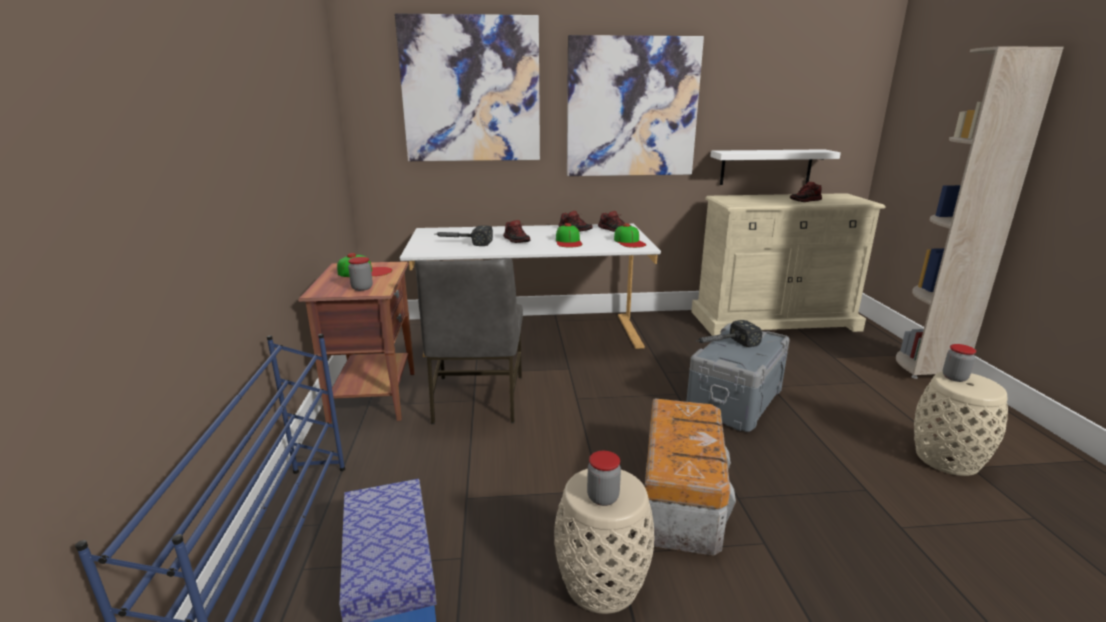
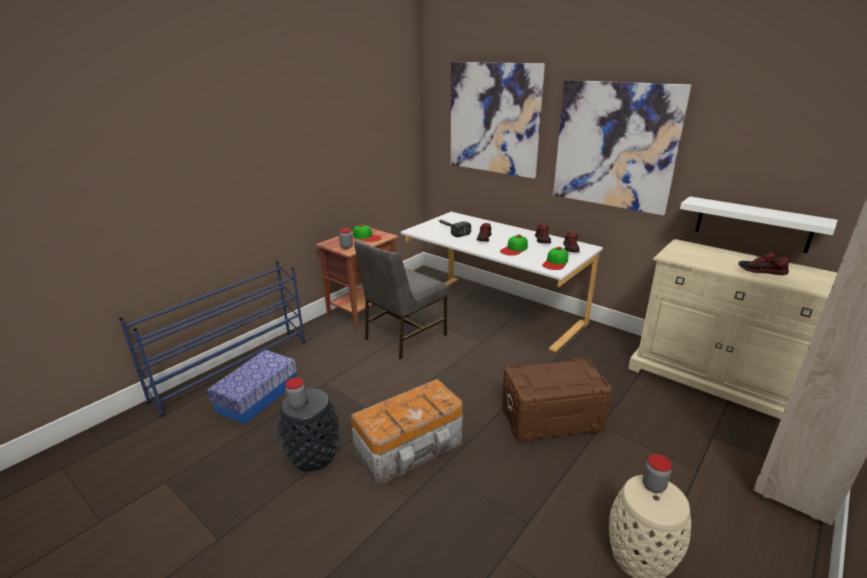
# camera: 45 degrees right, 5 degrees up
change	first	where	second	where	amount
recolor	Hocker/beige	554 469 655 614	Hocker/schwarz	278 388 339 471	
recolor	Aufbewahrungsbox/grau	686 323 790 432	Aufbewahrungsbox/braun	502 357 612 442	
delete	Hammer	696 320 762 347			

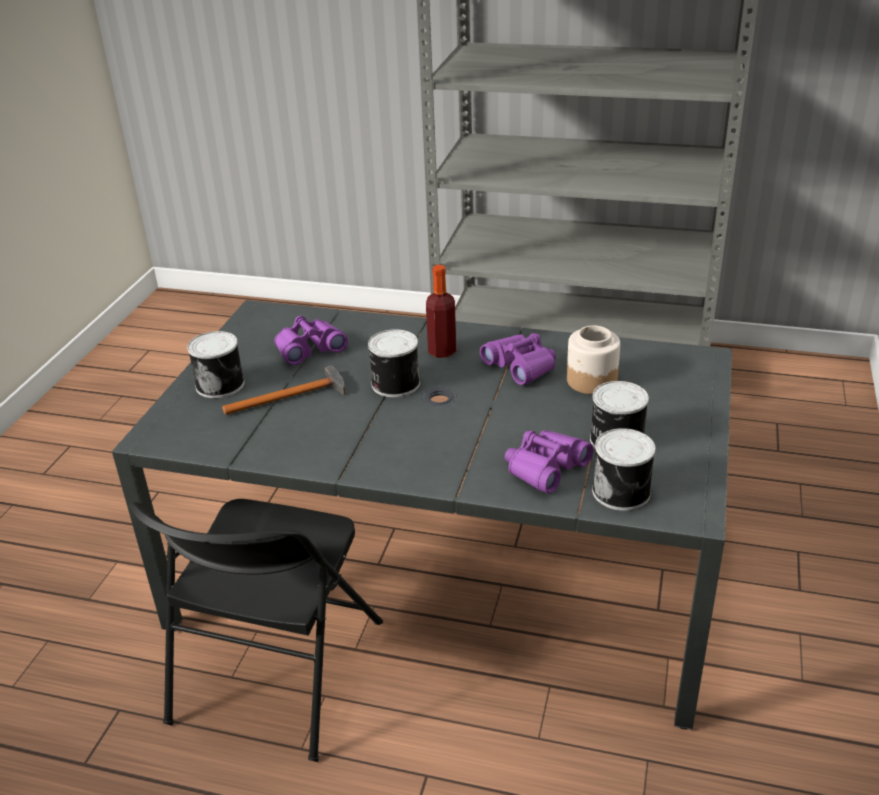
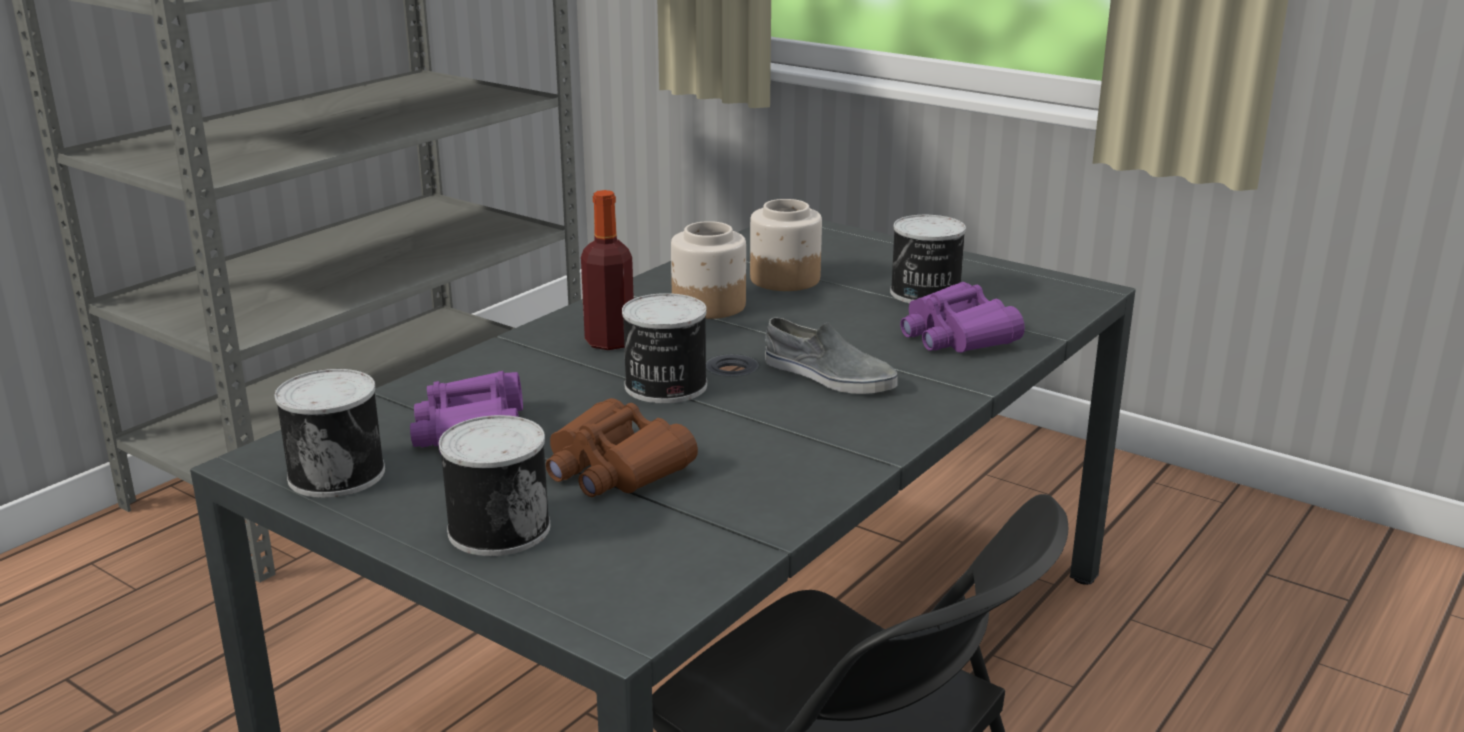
# camera: 70 degrees left, 10 degrees down
change	first	where	second	where	amount
move	Dose	592 428 656 511		275 369 385 498	
replace	Hammer	222 366 345 415	Fernglas/braun	546 398 698 497	
replace	Fernglas/lila	480 333 556 385	Vorratsglas	671 221 746 319	
insert			Schuh/grau	765 317 898 394	

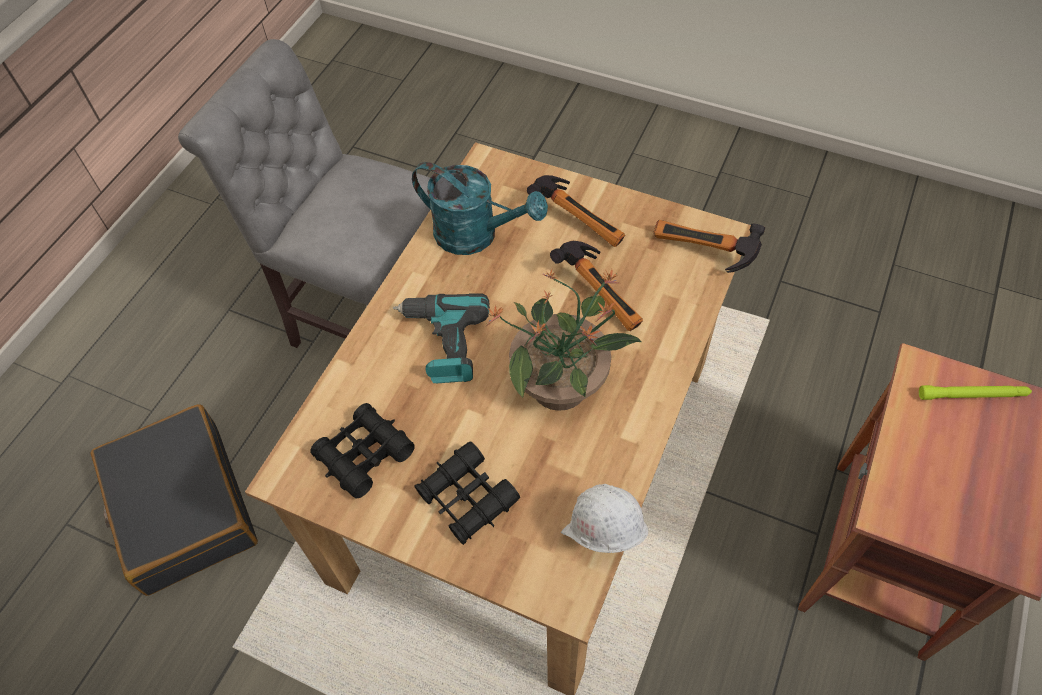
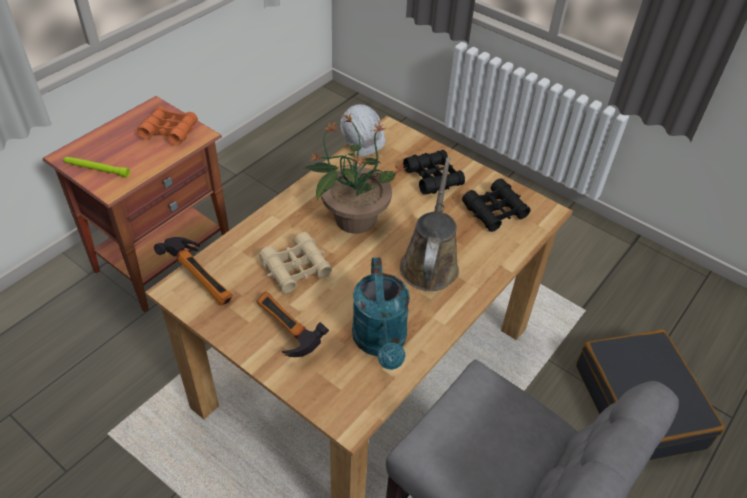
# camera: 170 degrees left, 10 degrees down
change	first	where	second	where	amount
insert			Fernglas/orange	137 106 198 146	
replace	Hammer	550 241 643 331	Fernglas/beige	259 232 332 293	
rotate	Gießkanne/türkis	412 162 548 255		352 257 410 370	135 degrees counterclockwise
replace	Bohrmaschine	393 293 490 383	Gießkanne/braun	400 157 459 291	

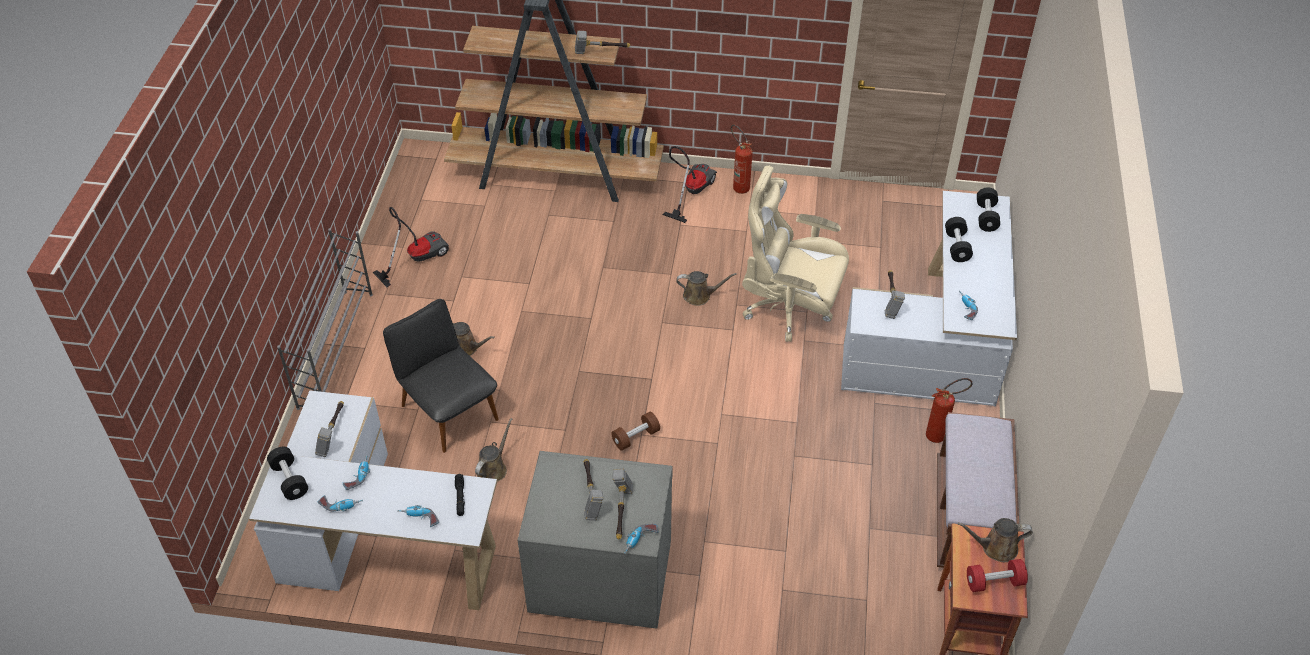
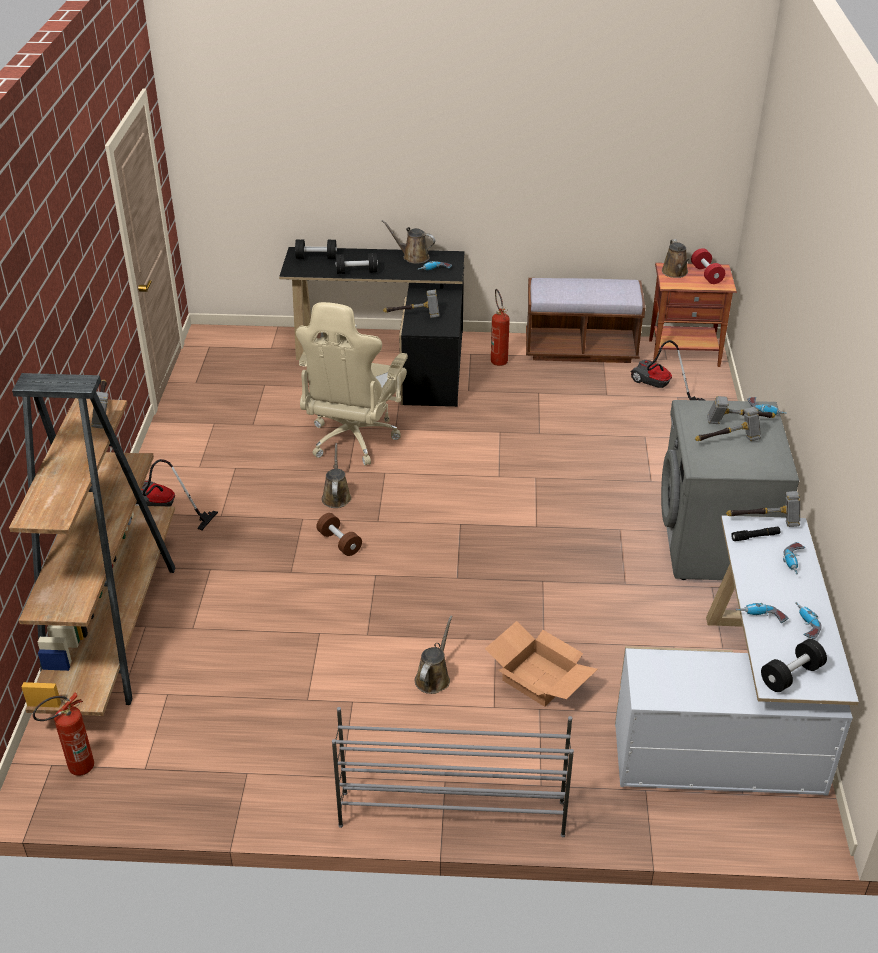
# camera: 95 degrees left, 10 degrees down
change	first	where	second	where	amount
move	Feuerlöscher	731 124 753 194		33 693 94 776	
recolor	Schreibtisch/weiß	841 191 1017 407	Schreibtisch/schwarz	279 247 465 407	
move	Hantel/braun	611 412 660 451		316 513 362 556	
move	Gießkanne/braun	475 418 513 482		382 220 435 264	
replace	Stuhl/schwarz	383 299 499 453	Karton	485 621 597 707	
move	Staubsauger	373 207 449 287		631 340 705 400	
move	Hammer	315 401 344 457		726 491 800 527	

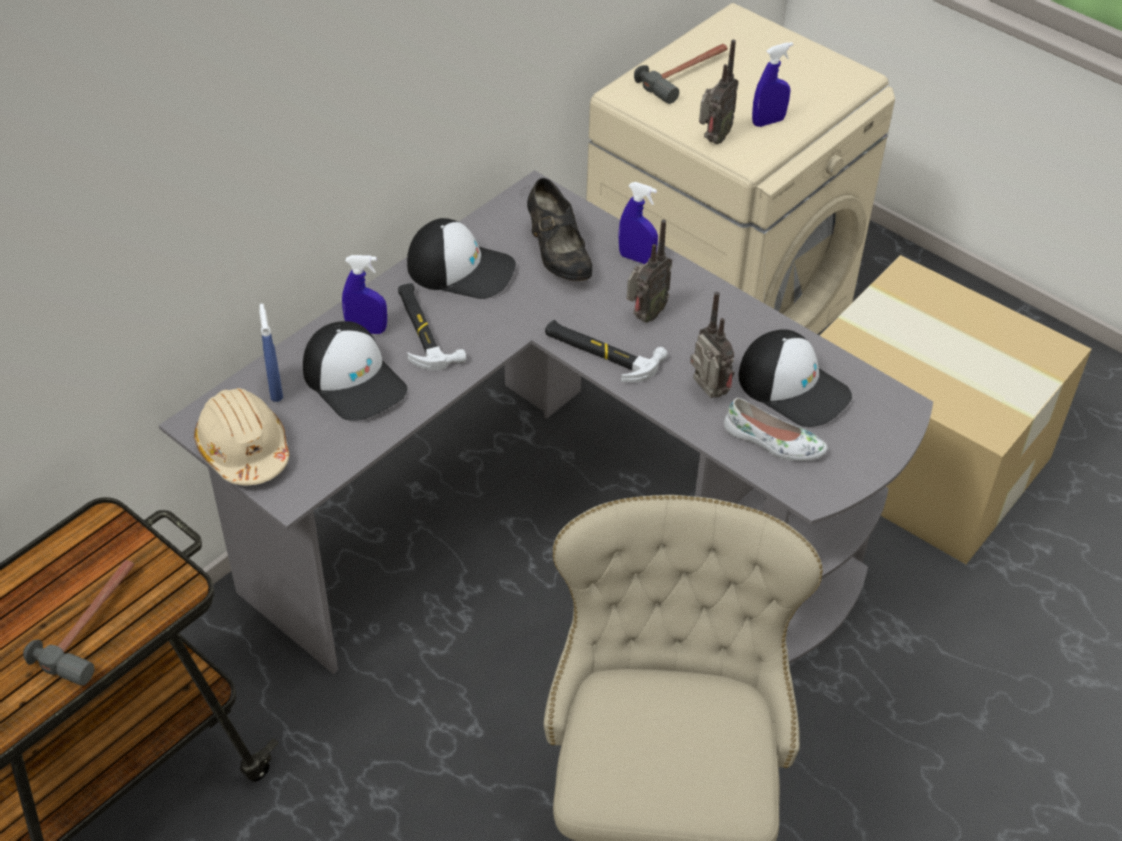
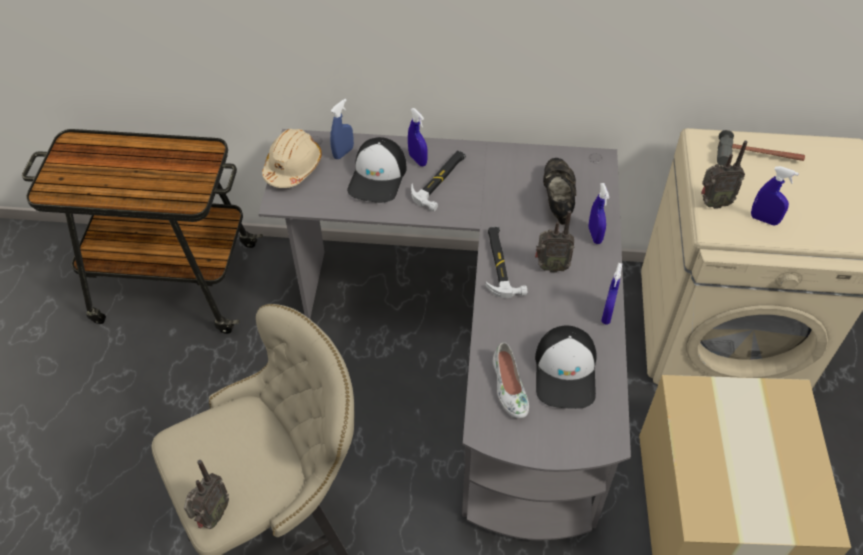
# camera: 55 degrees right, 5 degrees up
change	first	where	second	where	amount
move	Radio	690 292 734 398		184 460 229 529	
rotate	Schuh/schwarz	527 178 592 281		543 158 576 225	150 degrees clockwise
insert			Sprühflasche/blau	601 263 622 325	
delete	Hammer	23 560 134 686			
delete	Kappe	407 218 516 299			

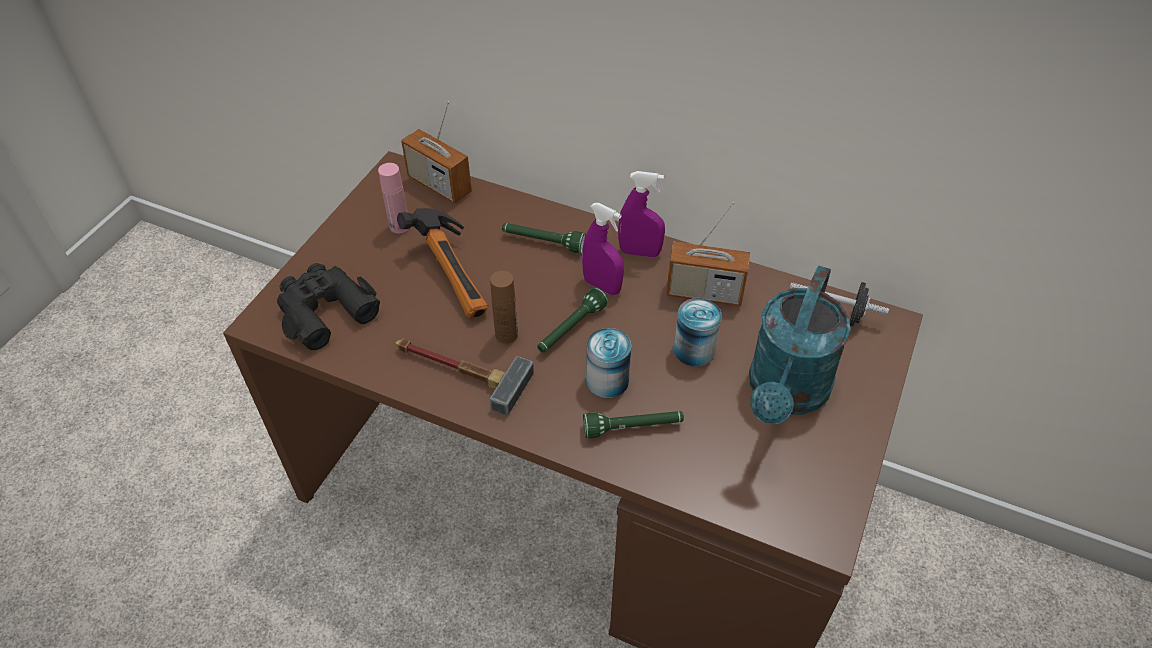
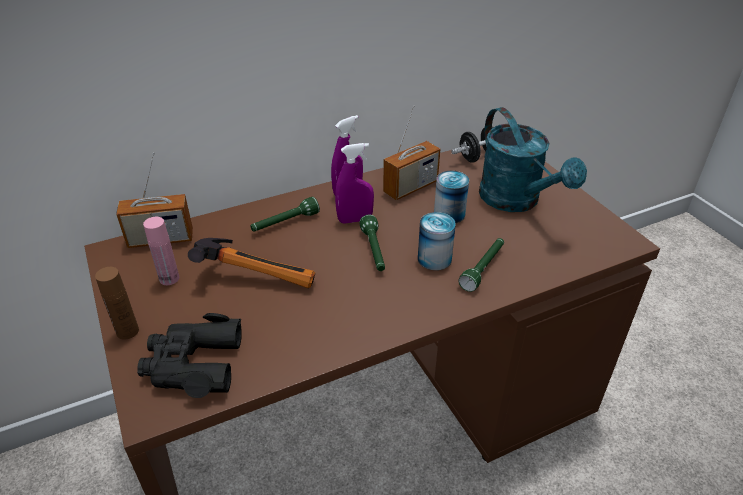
# camera: 50 degrees left, 10 degrees down
change	first	where	second	where	amount
move	Flasche/braun	490 271 518 344		95 267 139 340	
delete	Hammer	396 339 534 416			

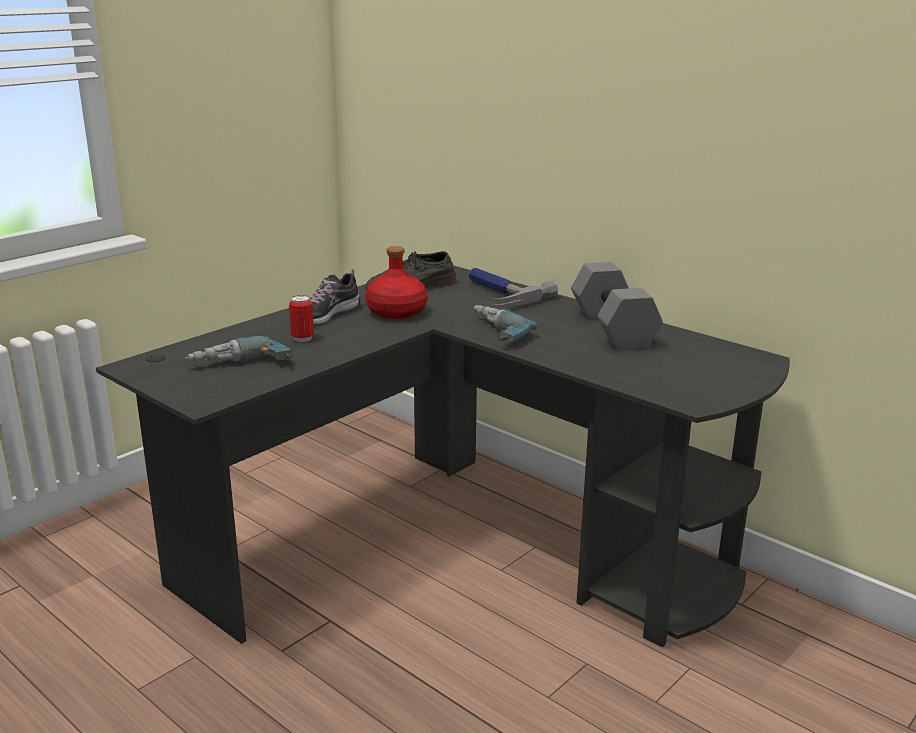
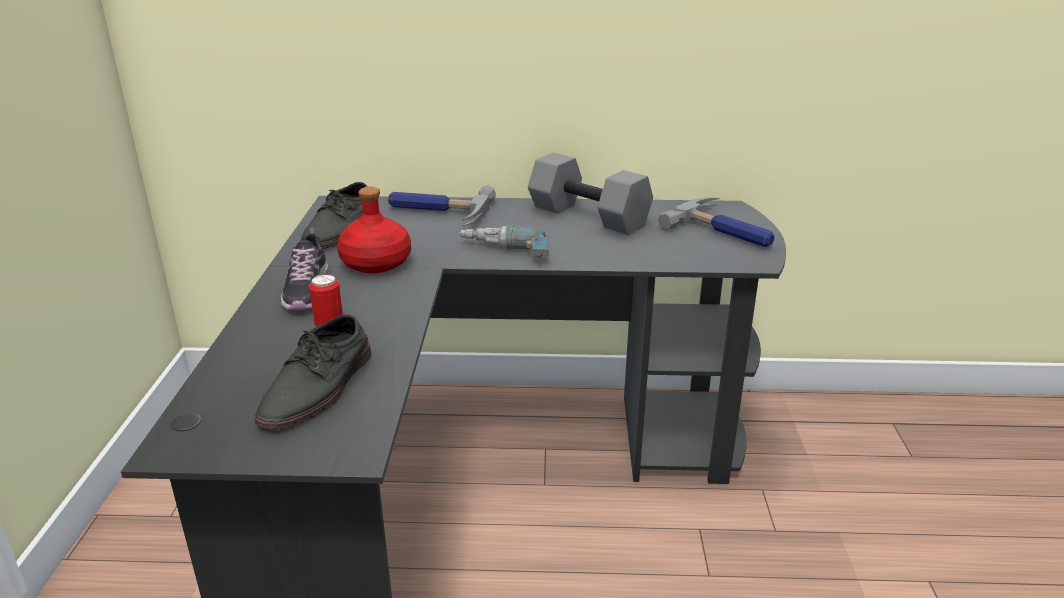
# camera: 40 degrees left, 5 degrees up
change	first	where	second	where	amount
replace	Bohrmaschine	185 336 293 362	Schuh/grau	254 314 371 429	
insert			Hammer	658 197 775 247	

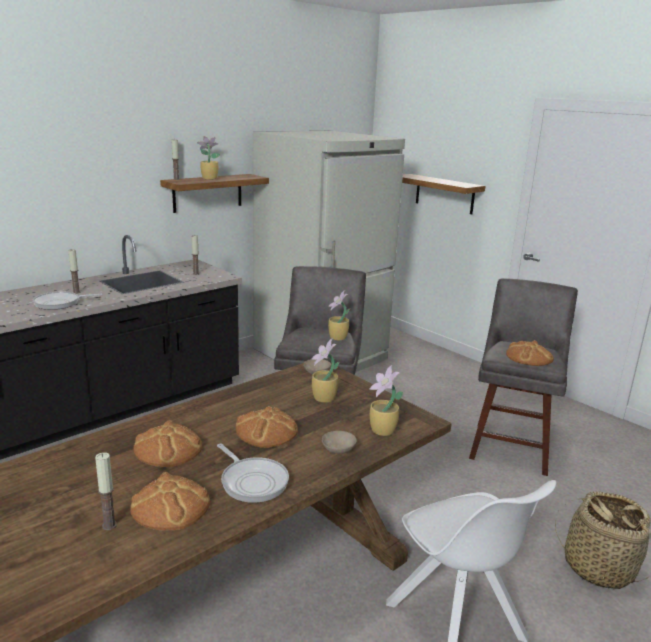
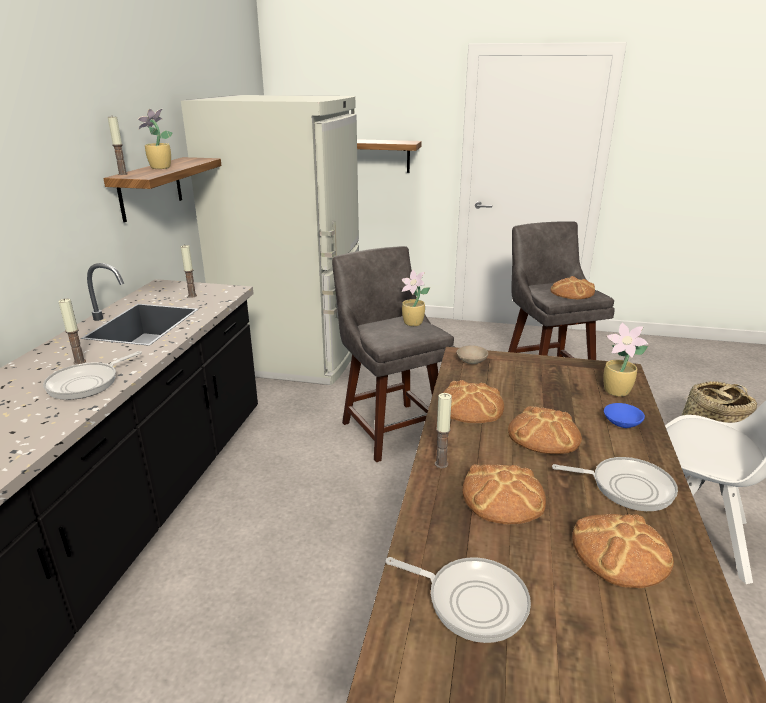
# camera: 35 degrees left, 5 degrees up
change	first	where	second	where	amount
insert			Pfanne	386 557 531 643	
move	Kerze	95 452 117 530		435 393 452 468	
insert			Brot	443 380 504 423	
recolor	Schüssel/beige	322 431 357 454	Schüssel/blau	604 403 645 428	
delete	Topfpflanze	311 338 339 403			

